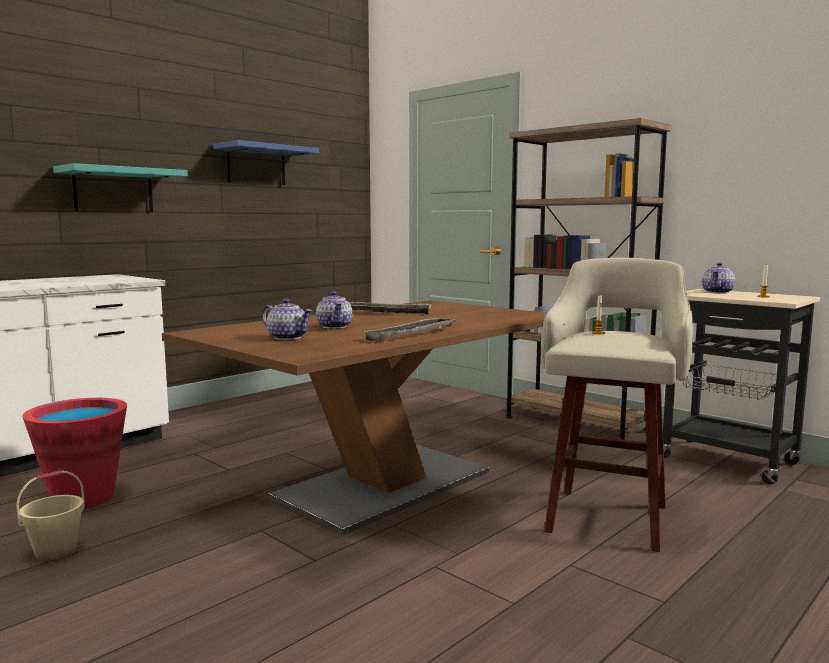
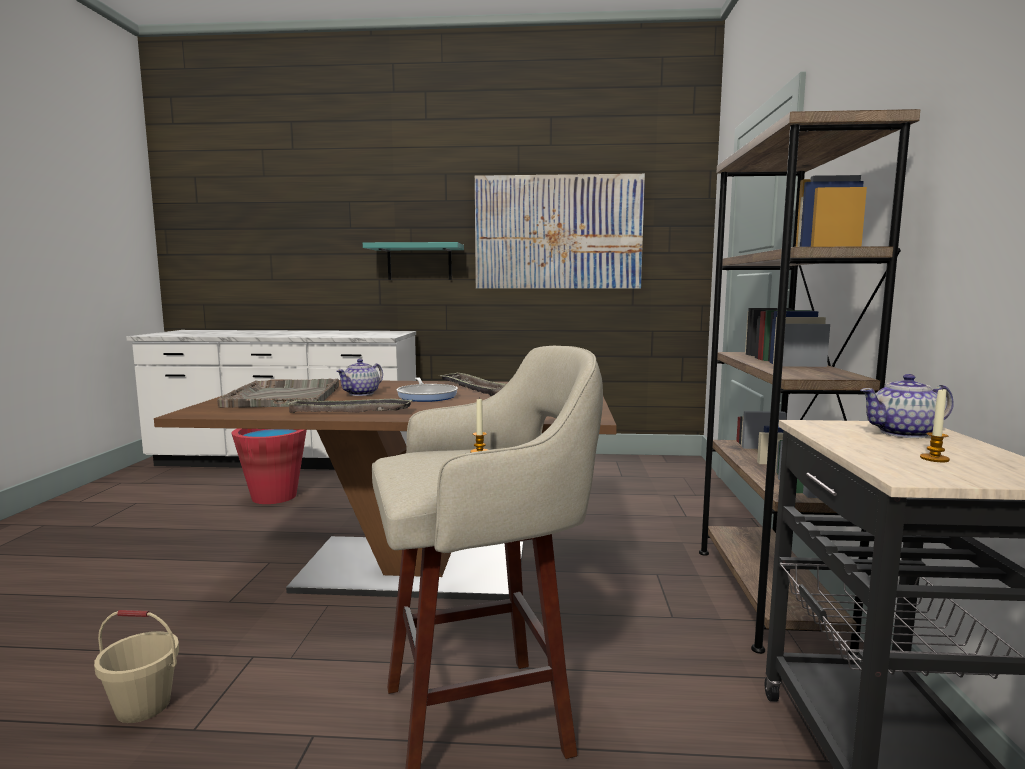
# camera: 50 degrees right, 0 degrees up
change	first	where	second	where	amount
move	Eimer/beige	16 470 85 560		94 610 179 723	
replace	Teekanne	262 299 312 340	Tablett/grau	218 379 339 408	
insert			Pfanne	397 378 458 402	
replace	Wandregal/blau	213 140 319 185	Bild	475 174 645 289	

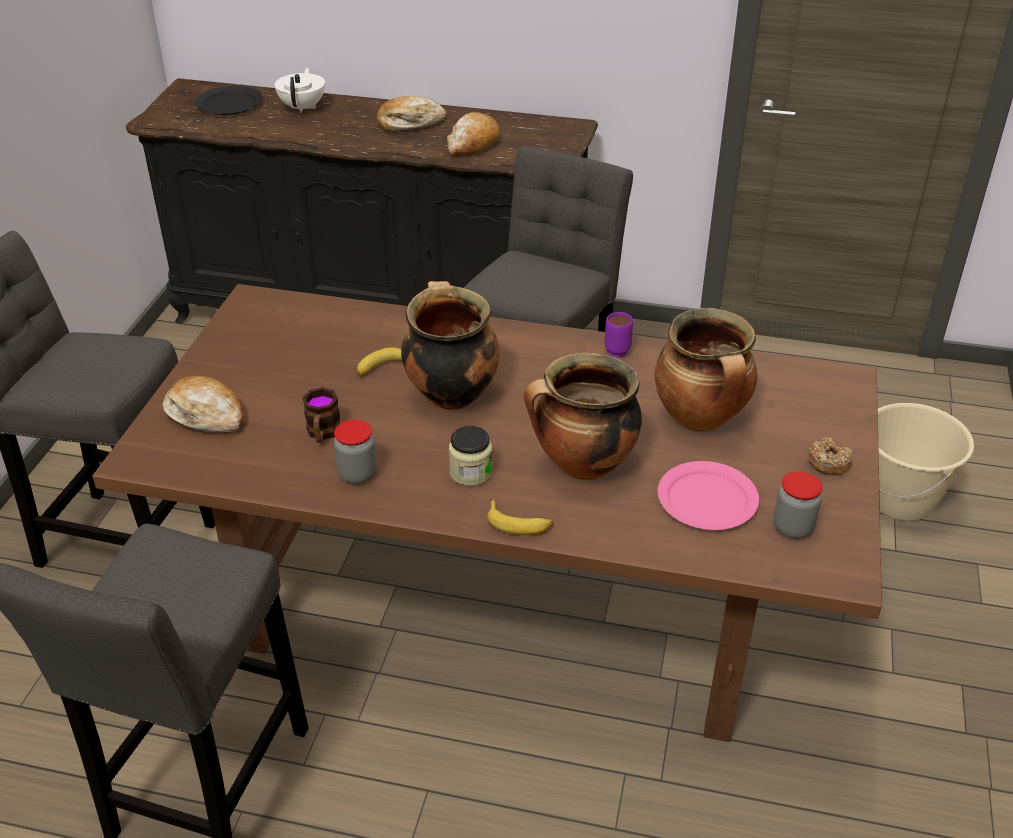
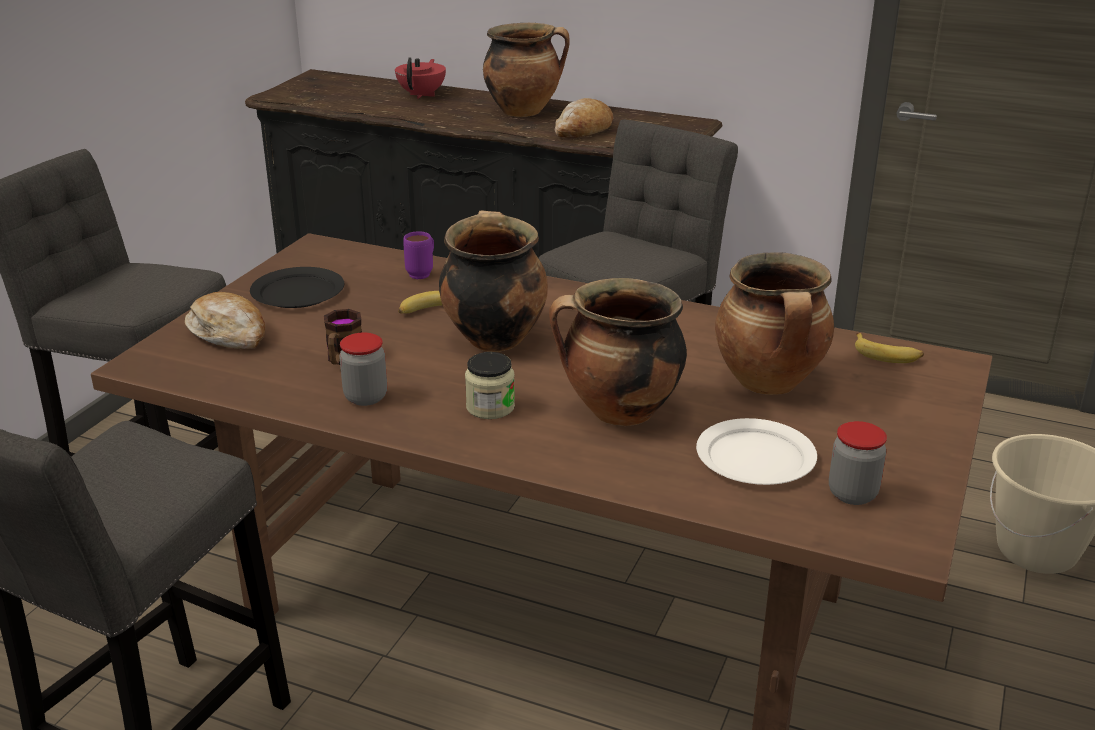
# camera: 10 degrees right, 10 degrees down
change	first	where	second	where	amount
move	Teller/schwarz	195 86 263 115		250 267 344 308	
recolor	Teekanne/weiß	275 68 325 113	Teekanne/rot	395 57 446 99	
move	Henkelbecher/lila	605 312 633 357		403 231 434 279	
replace	Brot	377 96 446 131	Kochtopf	483 23 570 117	
recolor	Teller/rosa	658 461 759 530	Teller/weiß	696 418 817 485	
move	Banane	487 499 553 535		855 333 924 363	
delete	Donut	807 437 853 476			

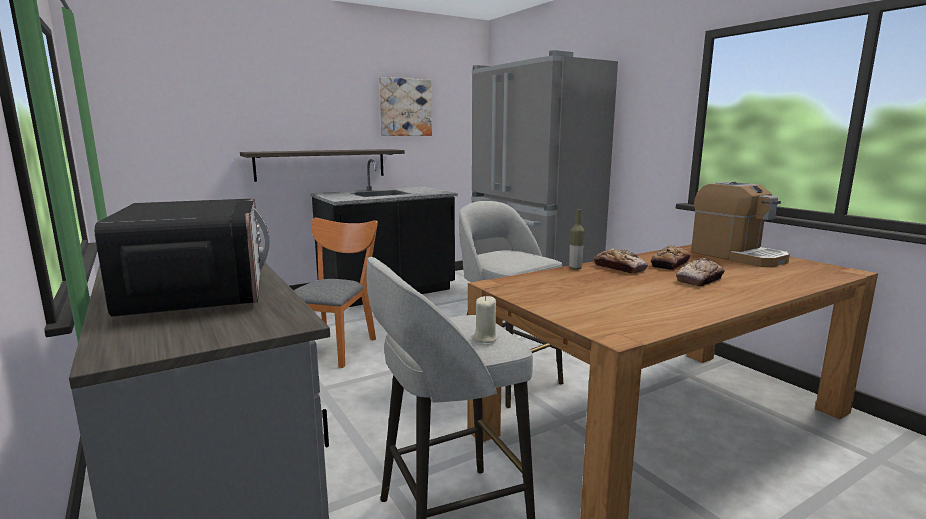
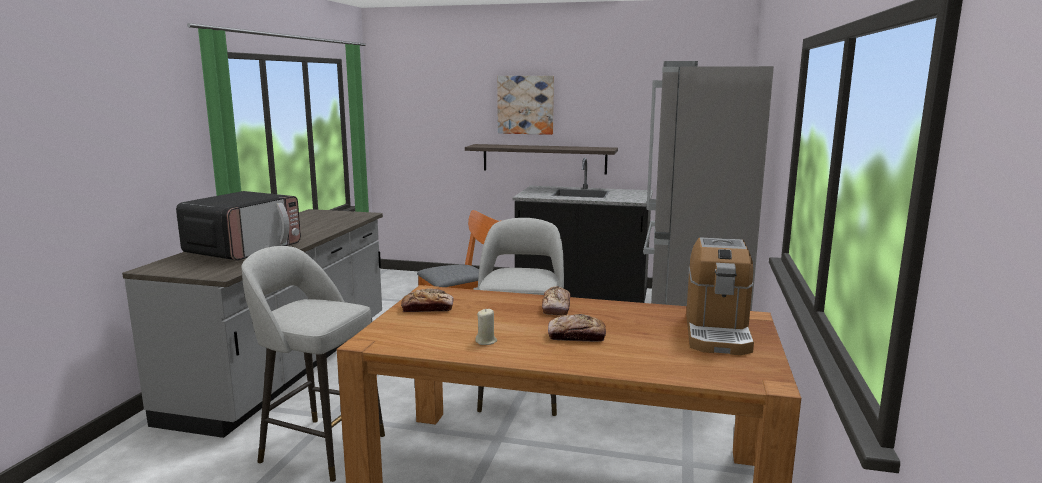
# camera: 45 degrees right, 0 degrees up
change	first	where	second	where	amount
move	Brot	651 245 690 270		401 288 454 312	
move	Kerze/beige	472 296 498 343		475 309 497 345	
move	Bild	379 77 432 136		497 76 554 135	
delete	Flasche	569 209 585 270			

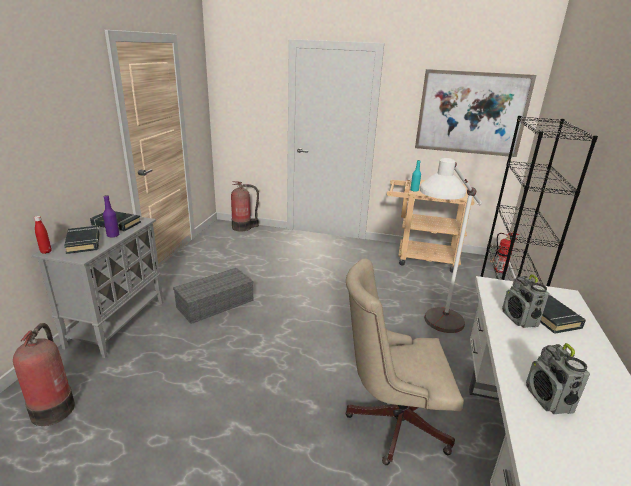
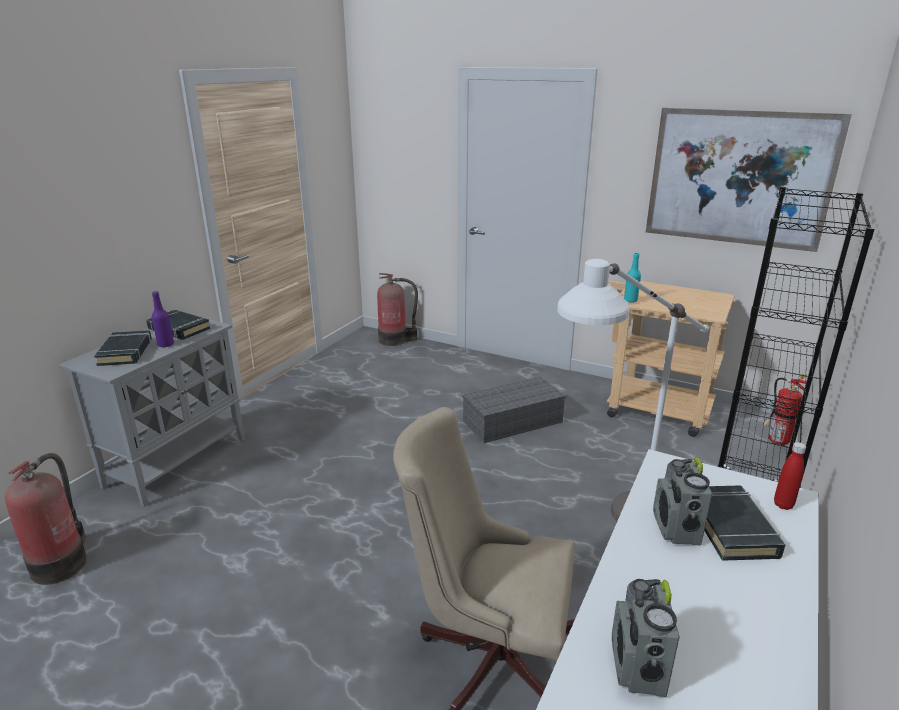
# camera: 15 degrees right, 0 degrees up
change	first	where	second	where	amount
move	Aufbewahrungsbox/grau	173 268 254 324		462 377 566 443	
move	Flasche/rot	34 216 51 254		774 442 806 510	

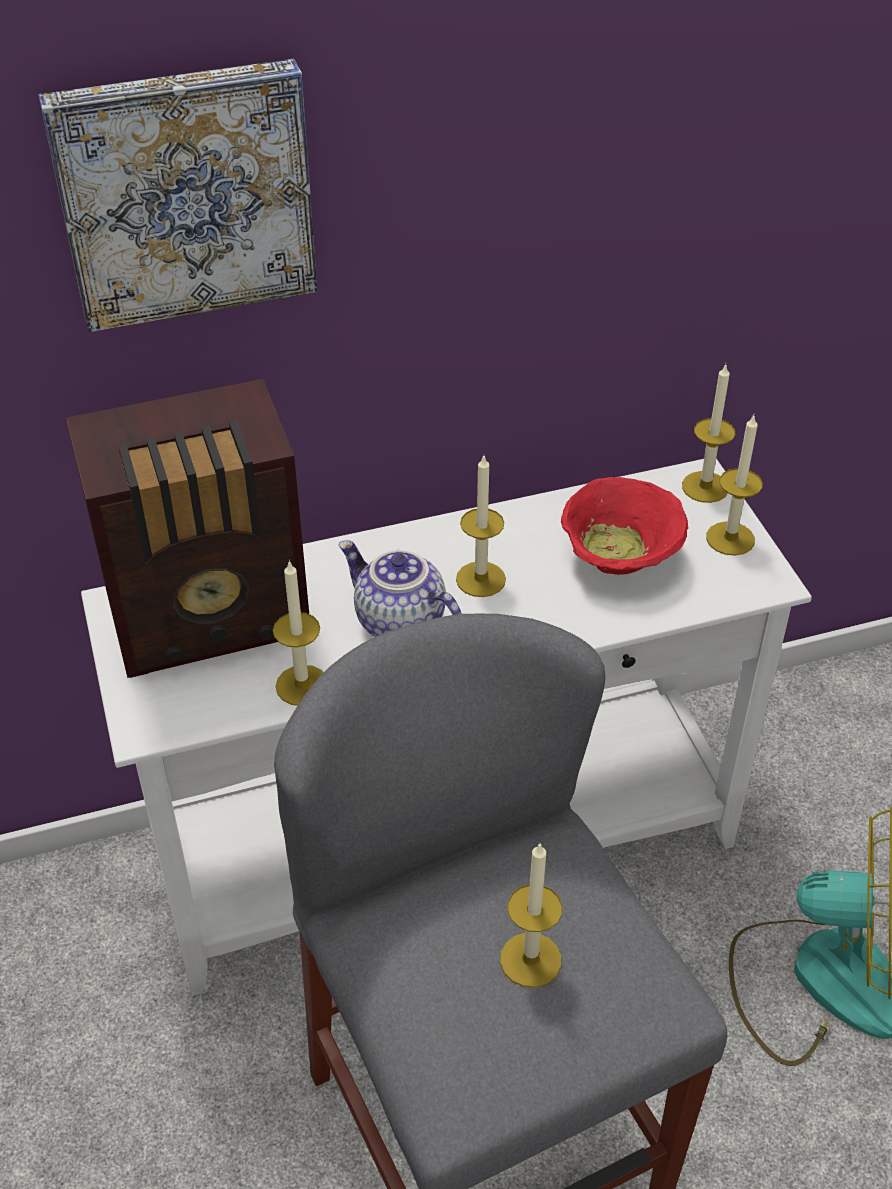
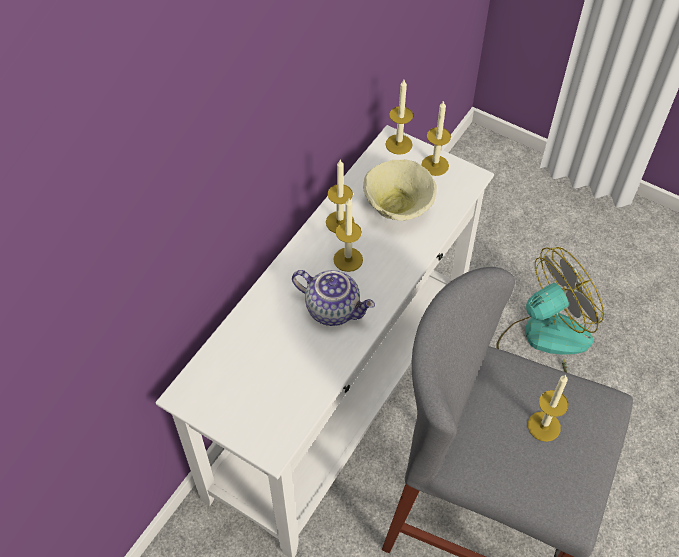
# camera: 40 degrees left, 10 degrees up
change	first	where	second	where	amount
rotate	Teekanne	338 540 461 637		292 270 375 326	150 degrees counterclockwise
move	Kerze	273 560 324 706		326 160 355 233	
recolor	Schüssel/rot	561 477 688 575	Schüssel/beige	363 159 437 221	
delete	Bild	38 58 318 332			
delete	Radio	66 379 309 678			

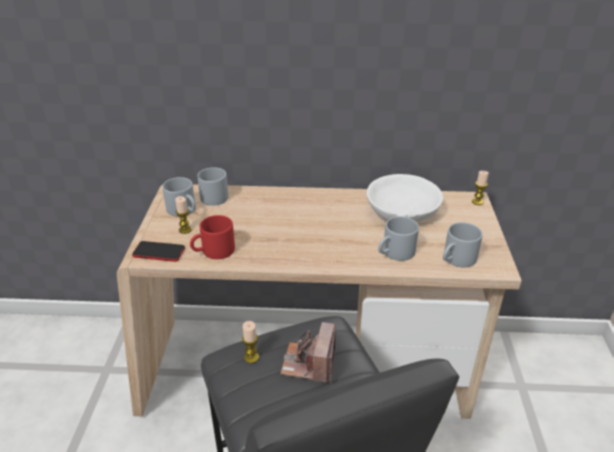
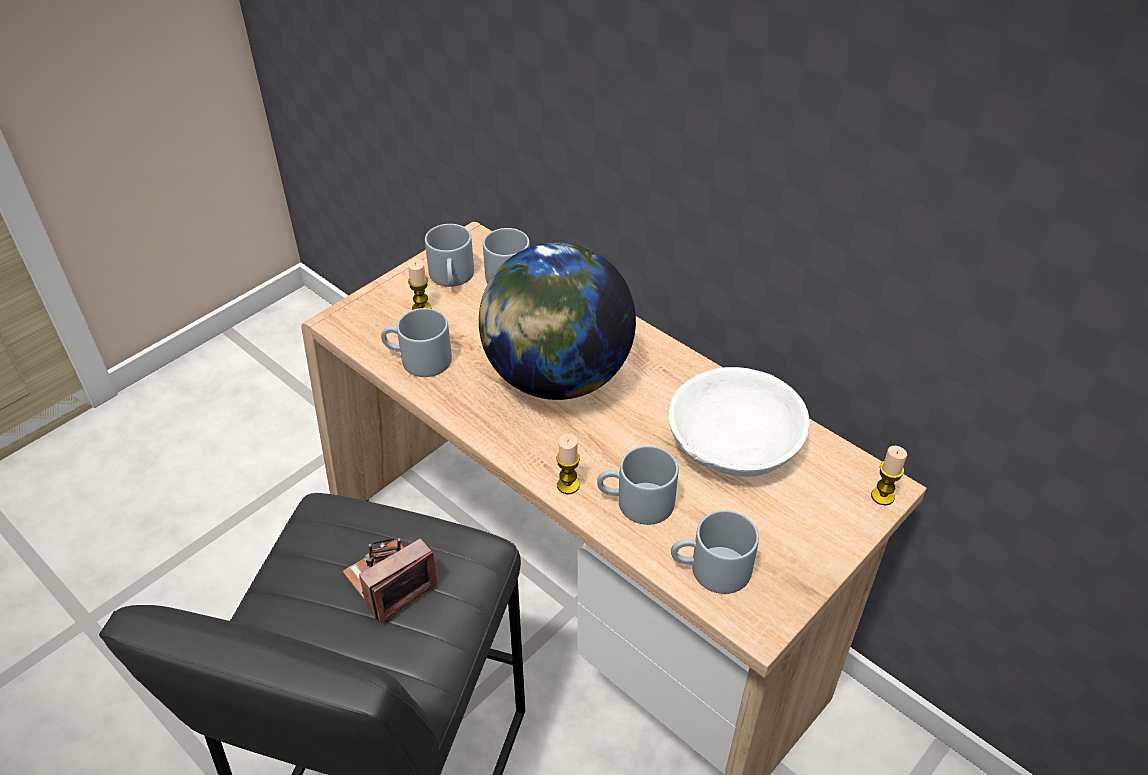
# camera: 40 degrees right, 10 degrees up
change	first	where	second	where	amount
recolor	Henkelbecher/rot	190 215 235 259	Henkelbecher/grau	381 308 452 377	
insert			Globus	479 242 636 400	
move	Kerze	242 321 259 363		556 434 580 494	
delete	Handy	132 241 185 262			

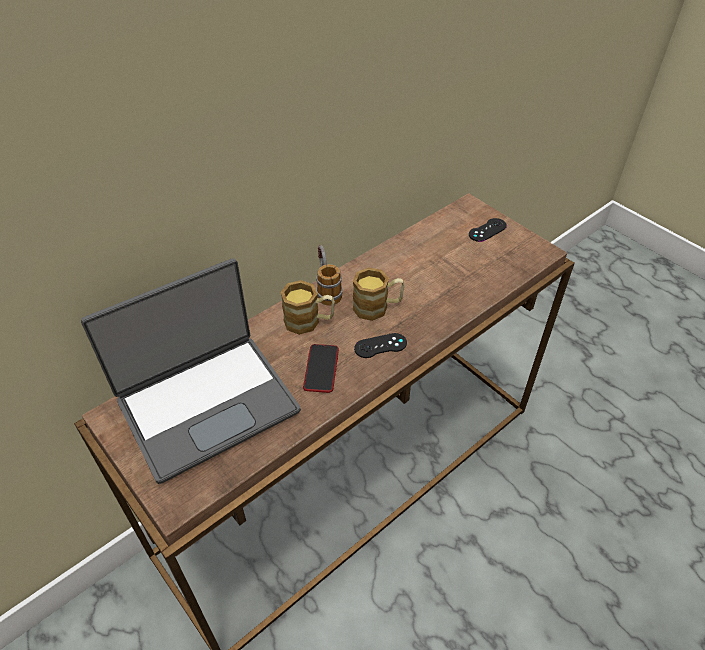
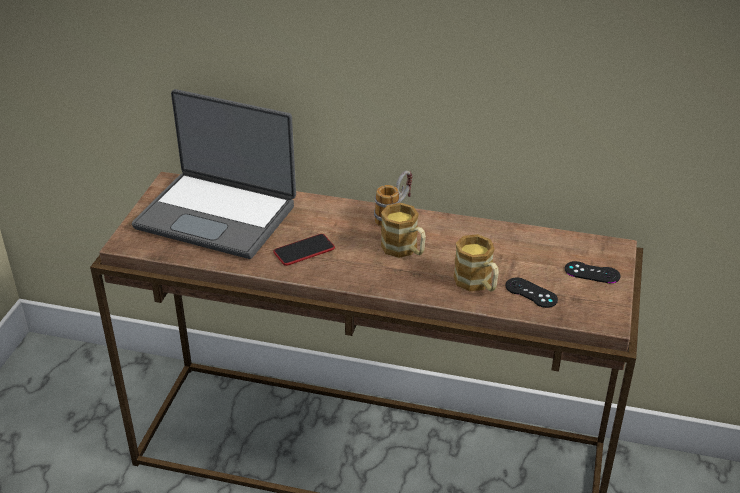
# camera: 55 degrees right, 10 degrees down
change	first	where	second	where	amount
move	Henkelbecher	280 280 335 335		454 234 499 291	
move	Gamepad/schwarz	354 333 407 358		506 278 558 308	

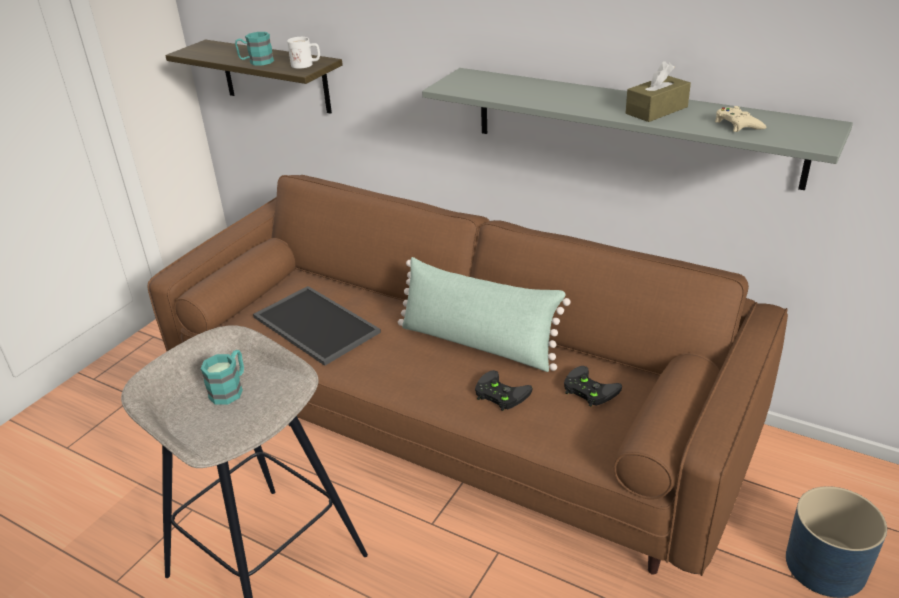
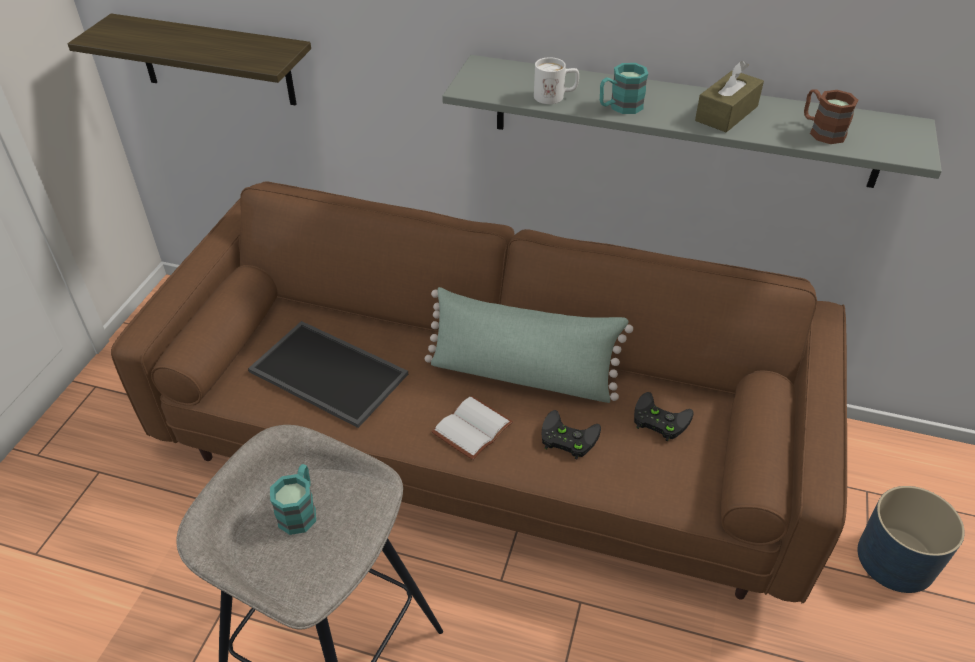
# camera: 15 degrees left, 10 degrees up
change	first	where	second	where	amount
insert			Buch/weiß	431 396 513 460	
move	Henkelbecher/weiß	287 37 320 69		534 57 579 104	
move	Henkelbecher/türkis	235 32 274 66		600 63 648 114	
replace	Gamepad/beige	715 106 766 132	Henkelbecher/braun	804 90 858 144	

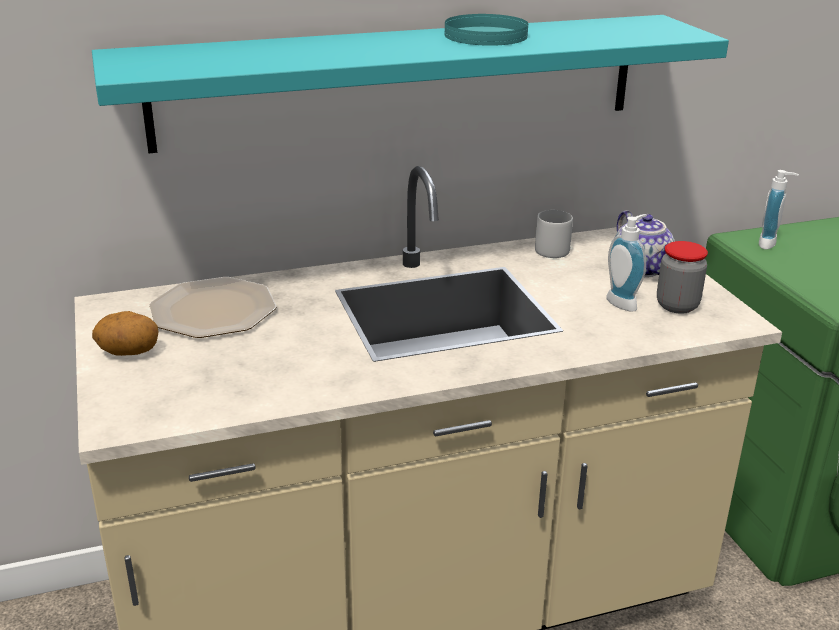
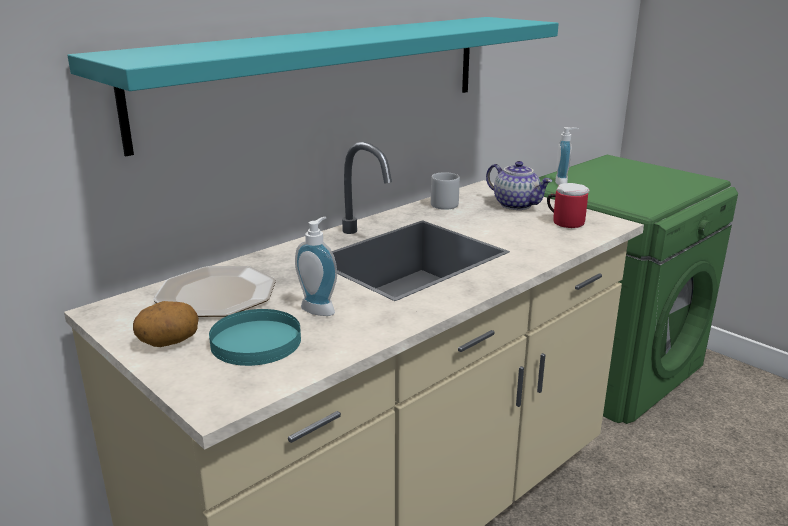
# camera: 25 degrees left, 5 degrees down
change	first	where	second	where	amount
move	Teller/türkis	445 14 528 46		209 309 301 366	
move	Seifenspender	606 214 647 312		295 217 337 316	
replace	Vorratsglas	657 241 708 314	Henkelbecher	547 183 589 228	

